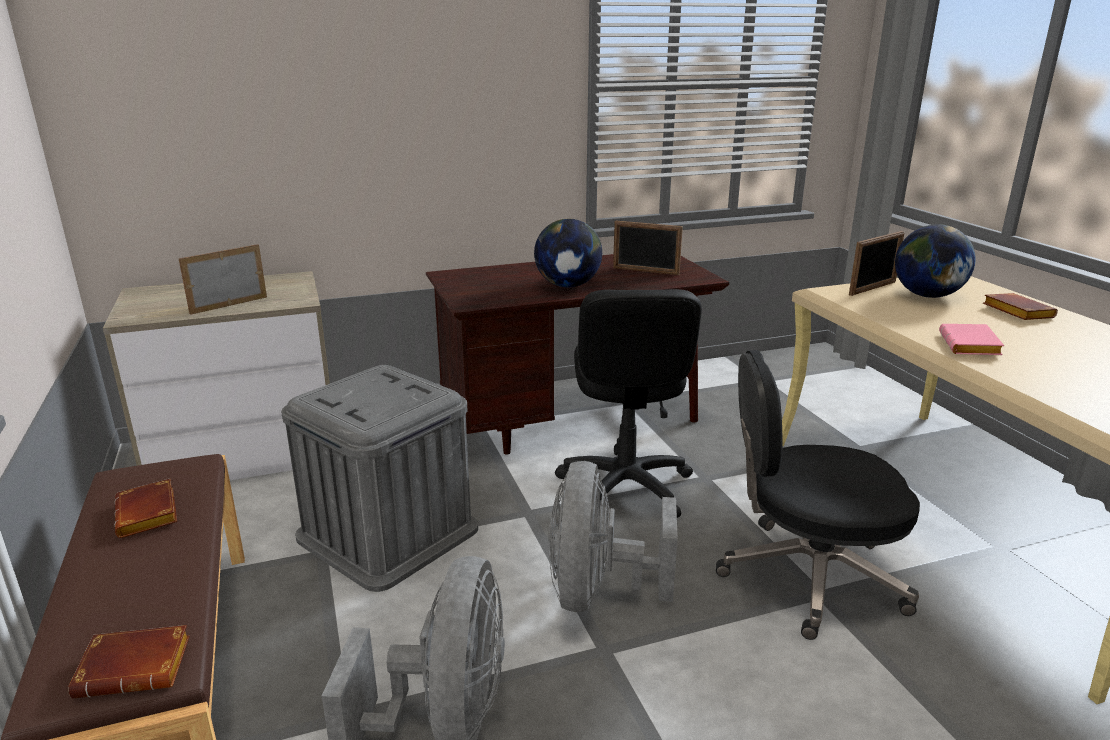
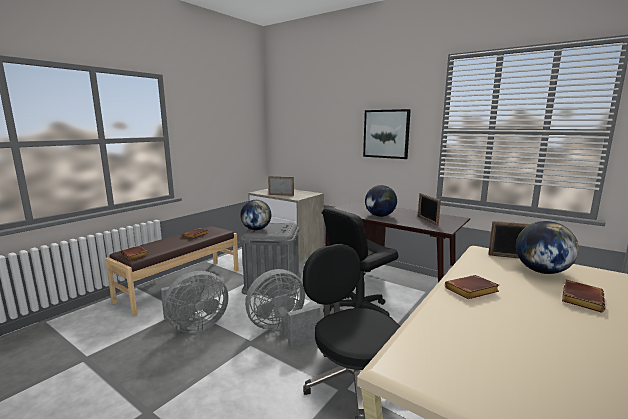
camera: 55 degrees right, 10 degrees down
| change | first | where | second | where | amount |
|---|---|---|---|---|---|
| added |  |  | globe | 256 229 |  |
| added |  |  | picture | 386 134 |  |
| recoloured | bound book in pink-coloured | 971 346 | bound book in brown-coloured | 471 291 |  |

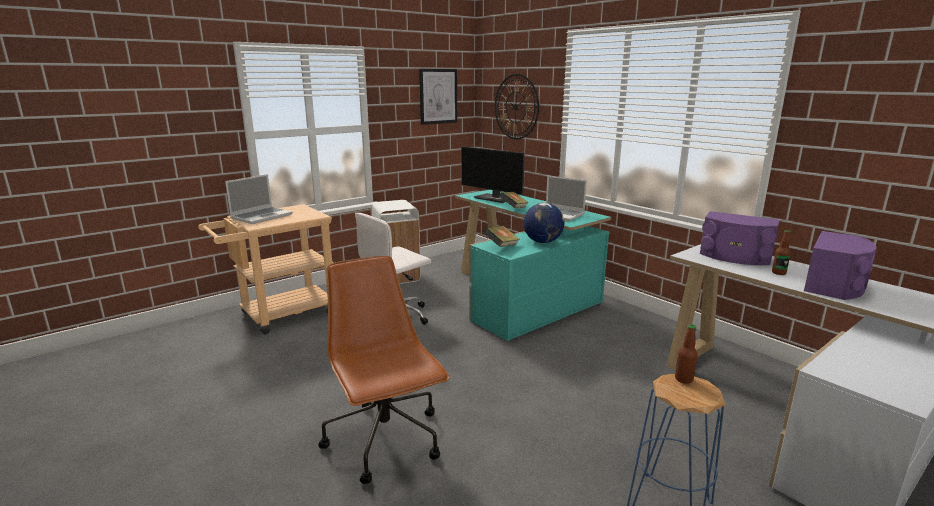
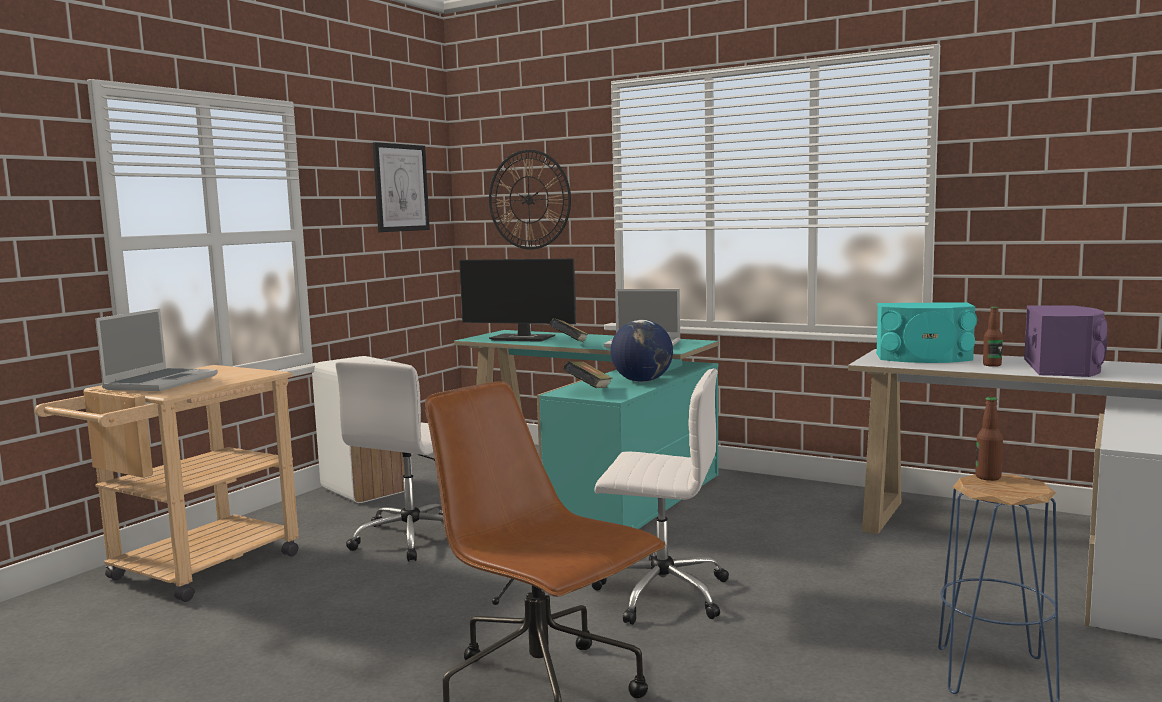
camera: 20 degrees left, 10 degrees down
| change | first | where | second | where | amount |
|---|---|---|---|---|---|
| added |  |  | computer chair in white-coloured | 660 593 |  |
| recoloured | speaker in purple-coloured | 735 256 | speaker in blue-green | 924 358 |  |

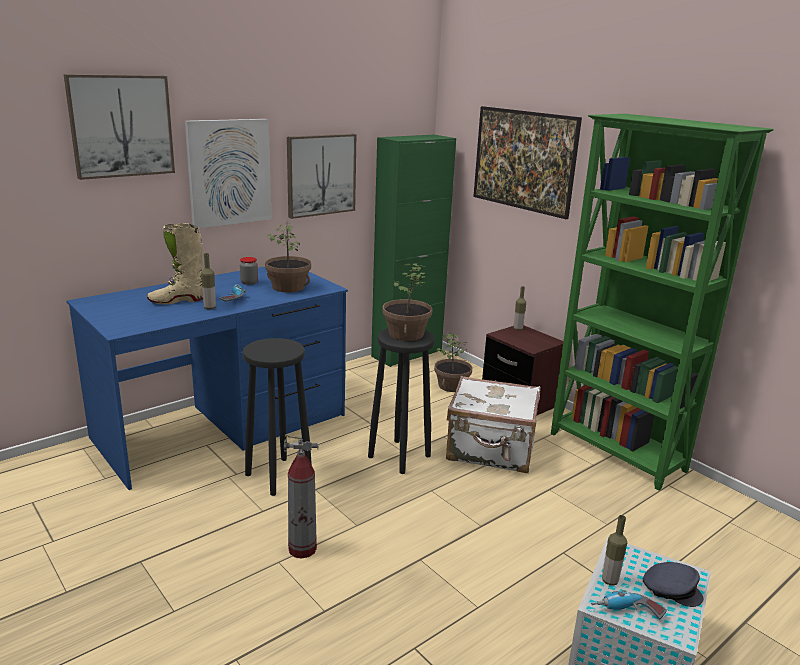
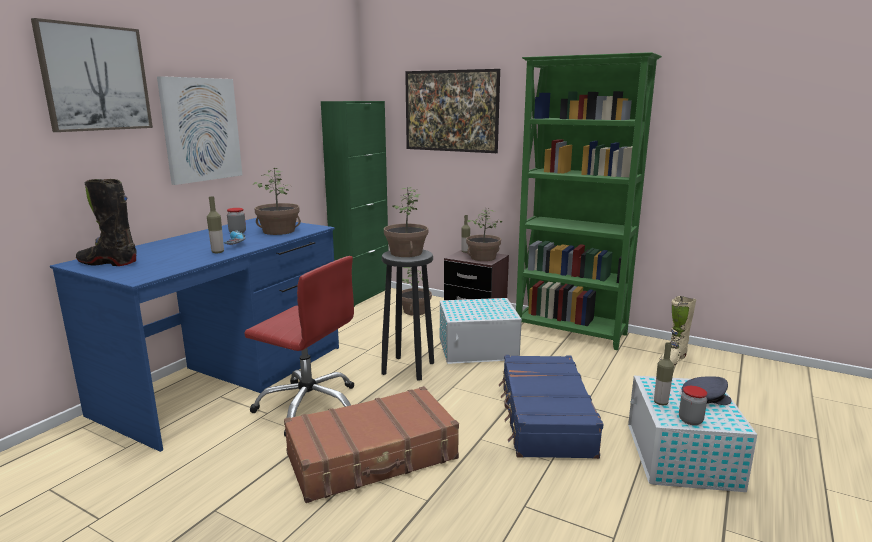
camera: 20 degrees left, 5 degrees down
| change | first | where | second | where | amount |
|---|---|---|---|---|---|
| removed | picture | 321 175 |  |  |  |
| added |  |  | boot in black-coloured | 108 263 |  |
| added |  |  | houseplant | 483 257 |  |
| added |  |  | travel case in blue-coloured | 544 418 |  |
| moved | boot in sand-coloured | 178 300 |  | 672 360 |  |
| replaced | sitting stool in black-coloured | 278 476 | computer chair in reddish | 309 406 |  |
| replaced | fire extinguisher | 302 549 | travel case in brown-coloured | 373 457 |  |
| replaced | travel case in white-coloured | 491 450 | storage box in white-coloured | 479 349 |  |
| replaced | drill | 626 613 | preserve jar | 690 420 |  |

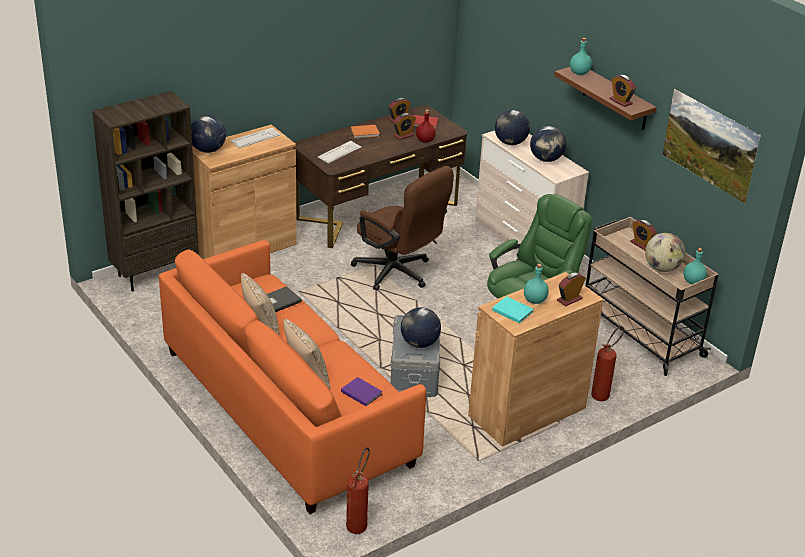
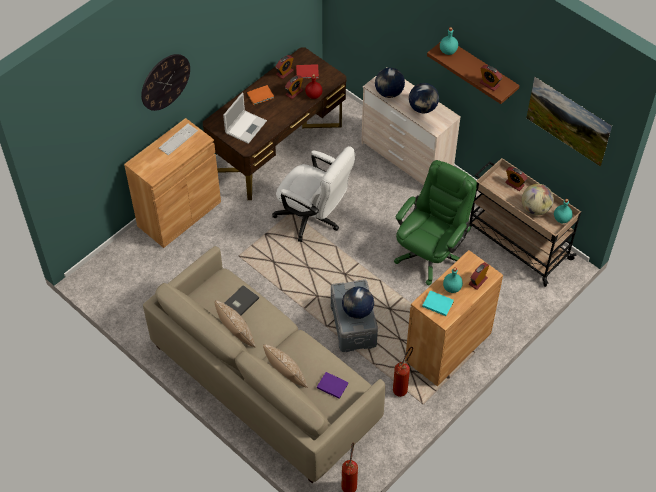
camera: 10 degrees left, 20 degrees up
| change | first | where | second | where | amount |
|---|---|---|---|---|---|
| removed | bookcase in brown-coloured | 155 273 |  |  |  |
| removed | globe | 208 150 |  |  |  |
| added |  |  | hanging clock | 165 82 |  |
| moved | fire extinguisher | 603 393 |  | 402 387 |  |
| replaced | computer keyboard | 339 152 | portable computer | 246 126 |  |
| recoloured | couch in orange | 285 407 | couch in sand-coloured | 264 383 |  |
| recoloured | computer chair in brown-coloured | 398 274 | computer chair in white-coloured | 313 218 |  |

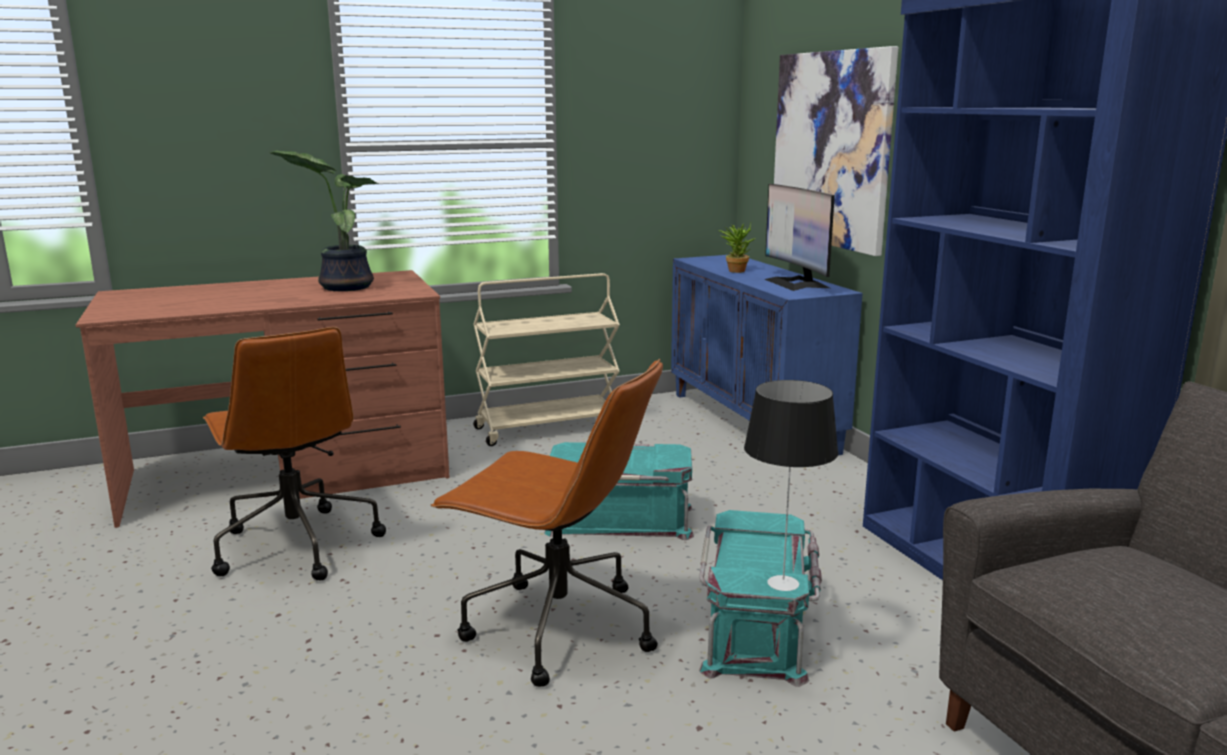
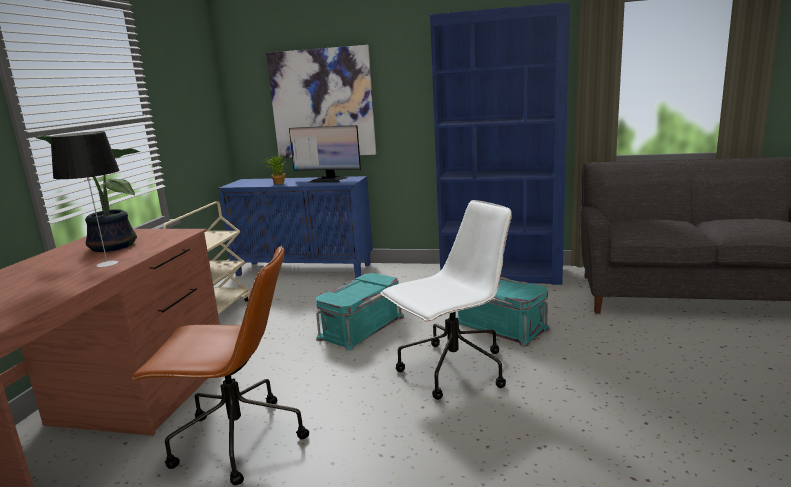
camera: 55 degrees left, 0 degrees up
| change | first | where | second | where | amount |
|---|---|---|---|---|---|
| moved | table lamp | 782 583 |  | 107 264 |  |
| recoloured | computer chair in brown-coloured | 556 628 | computer chair in white-coloured | 452 370 |  |

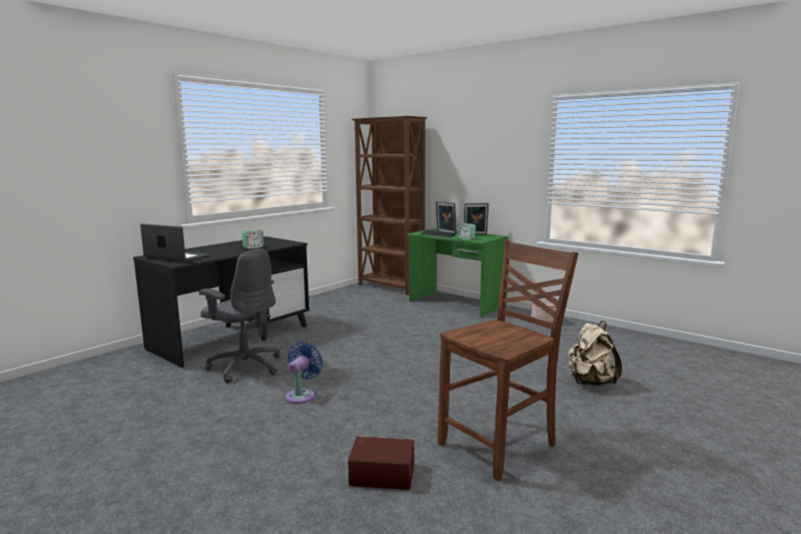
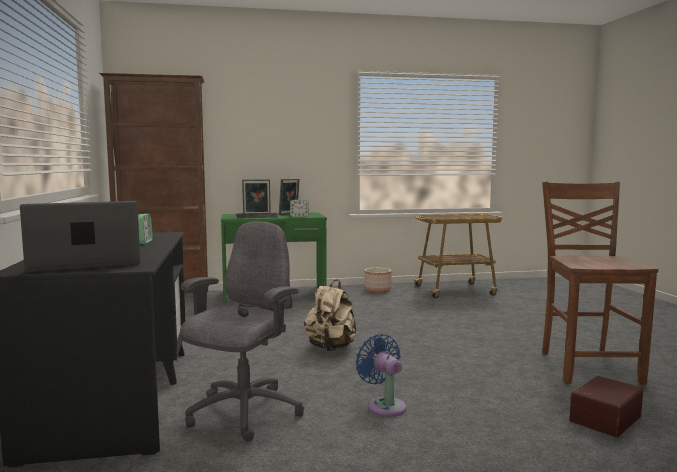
camera: 50 degrees left, 5 degrees down
| change | first | where | second | where | amount |
|---|---|---|---|---|---|
| added |  |  | cart | 456 290 |  |
| moved | backpack in sand-coloured | 590 383 |  | 331 348 |  |
| turned | computer chair in greyish | 245 367 |  | 243 414 | 45 degrees counterclockwise |

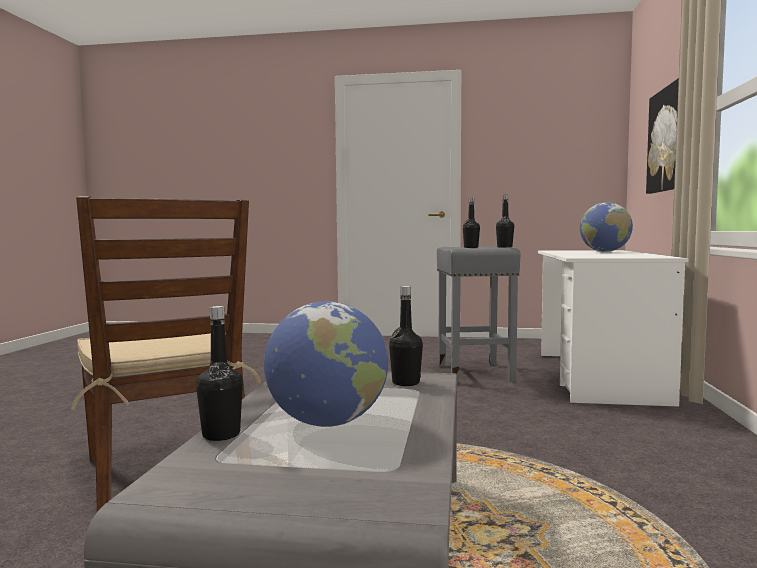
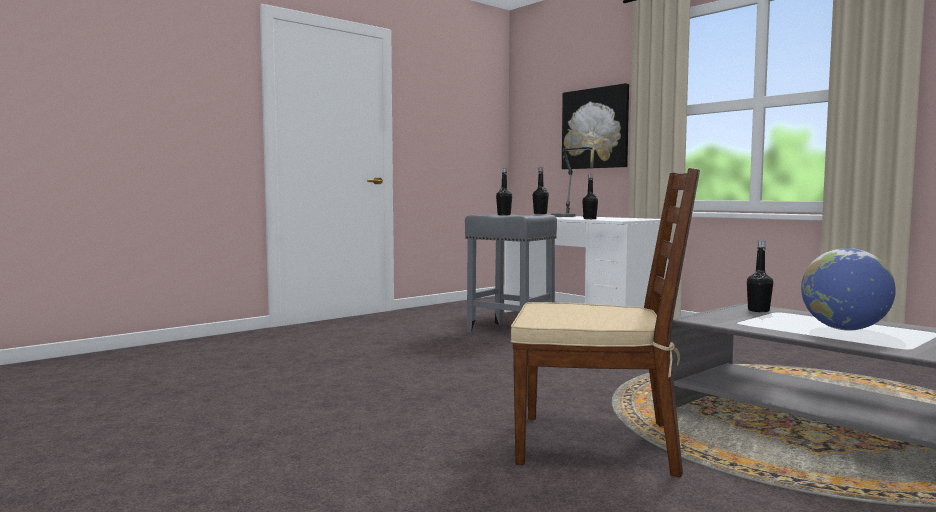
camera: 50 degrees left, 0 degrees up
| change | first | where | second | where | amount |
|---|---|---|---|---|---|
| moved | drink bottle in black-coloured | 221 435 |  | 589 219 |  |
| replaced | globe | 605 252 | table lamp | 568 216 |  |

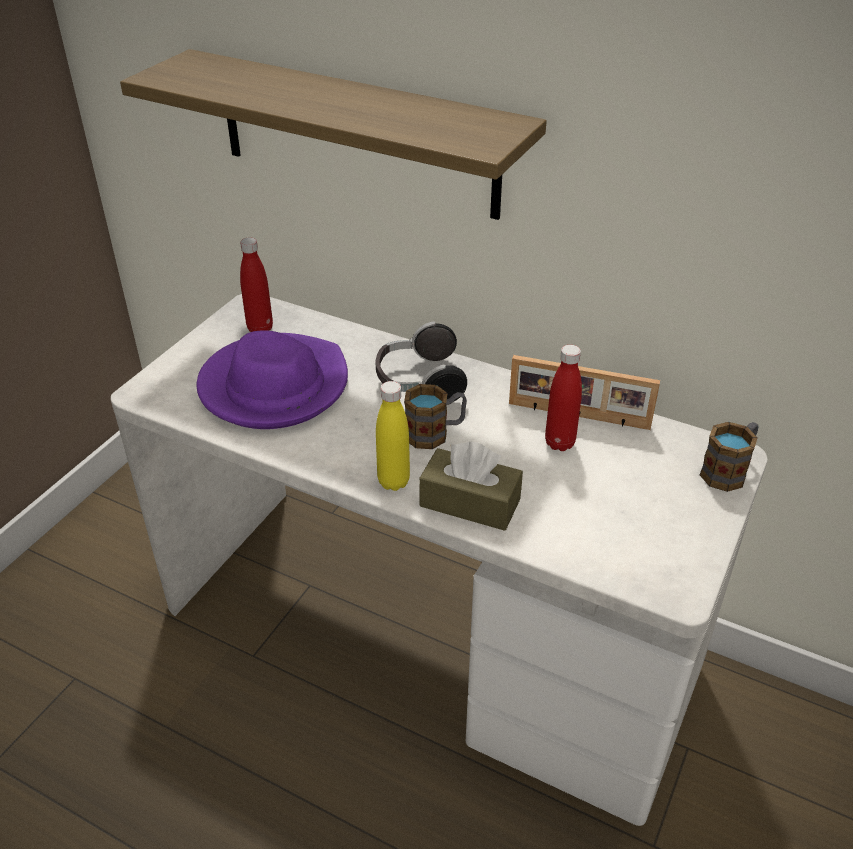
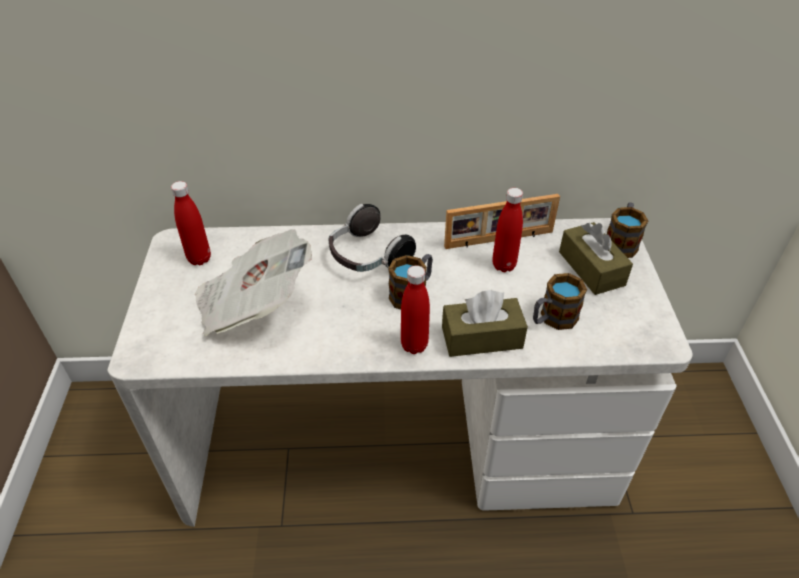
camera: 30 degrees left, 5 degrees up
| change | first | where | second | where | amount |
|---|---|---|---|---|---|
| removed | bracket shelf | 356 134 |  |  |  |
| added |  |  | mug | 552 319 |  |
| added |  |  | box of tissues in brown-coloured | 591 268 |  |
| replaced | wearable hat in purple-coloured | 274 386 | daily paper | 253 305 |  |
| recoloured | drink bottle in yellow | 393 481 | drink bottle in reddish | 414 345 |  |

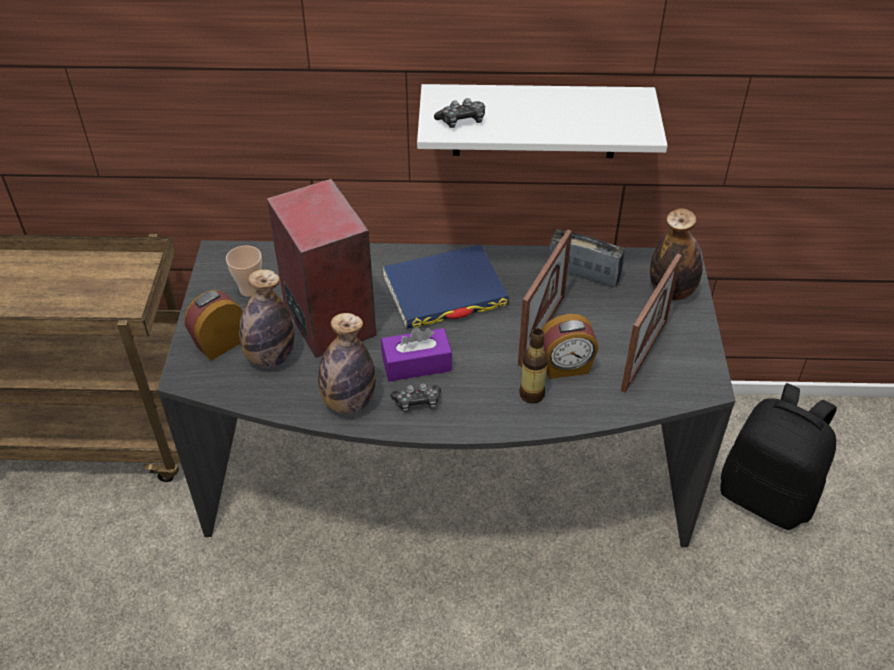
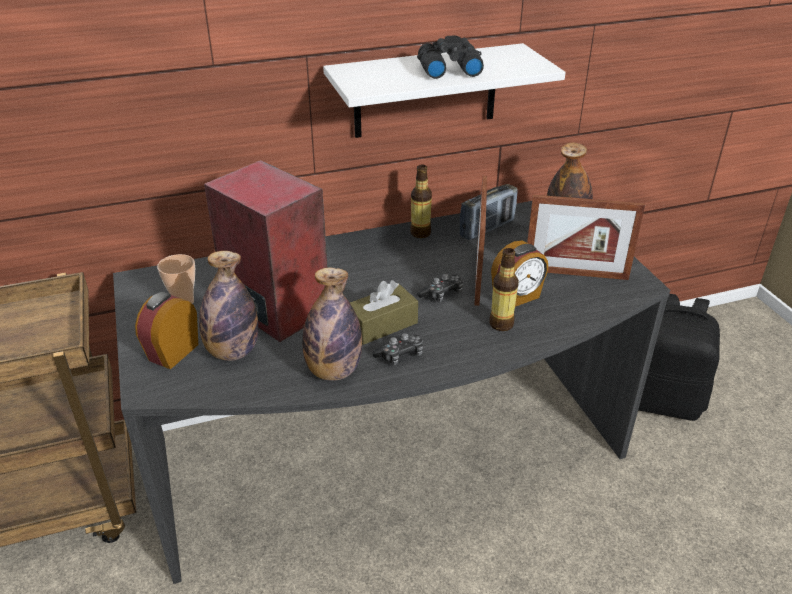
camera: 20 degrees left, 10 degrees down
| change | first | where | second | where | amount |
|---|---|---|---|---|---|
| removed | bound book in blue-coloured | 445 291 |  |  |  |
| added |  |  | drink bottle | 420 233 |  |
| added |  |  | field glasses in black-coloured | 447 69 |  |
| moved | game controller | 462 121 |  | 442 294 |  |
| recoloured | box of tissues in purple-coloured | 416 364 | box of tissues in brown-coloured | 382 325 |  |
| turned | radio set | 583 274 |  | 487 229 | 135 degrees clockwise |
| turned | picture frame | 644 354 |  | 575 274 | 90 degrees clockwise |

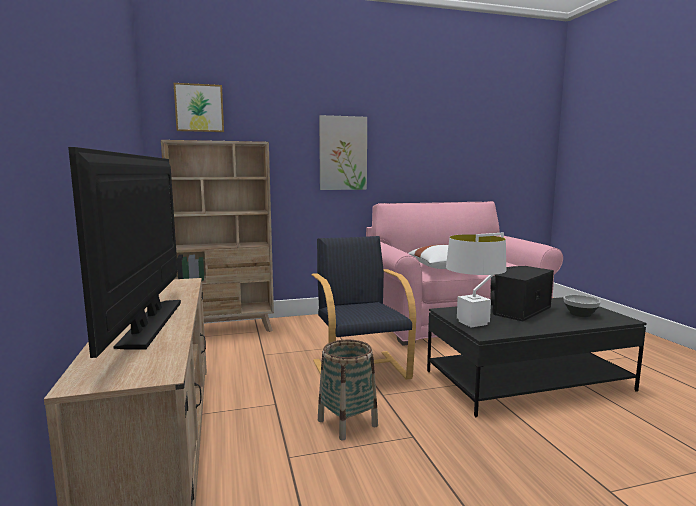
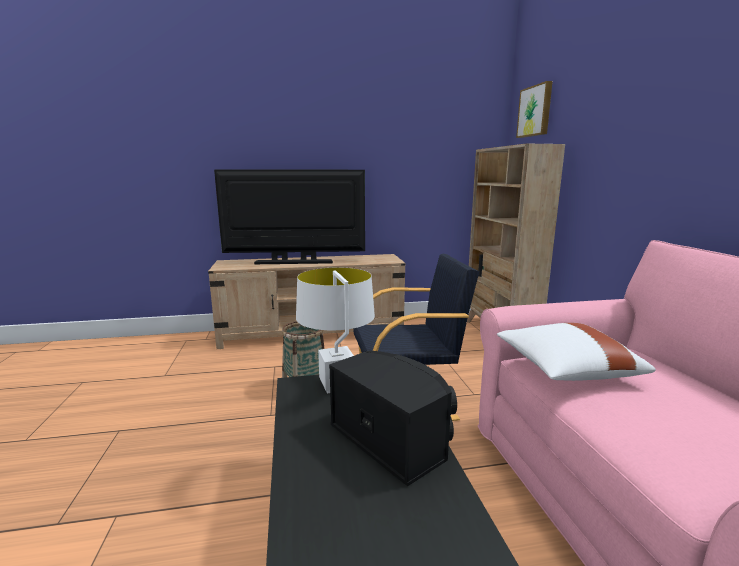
camera: 95 degrees right, 5 degrees up
| change | first | where | second | where | amount |
|---|---|---|---|---|---|
| removed | picture | 342 153 |  |  |  |
| removed | deep dish | 579 314 |  |  |  |

